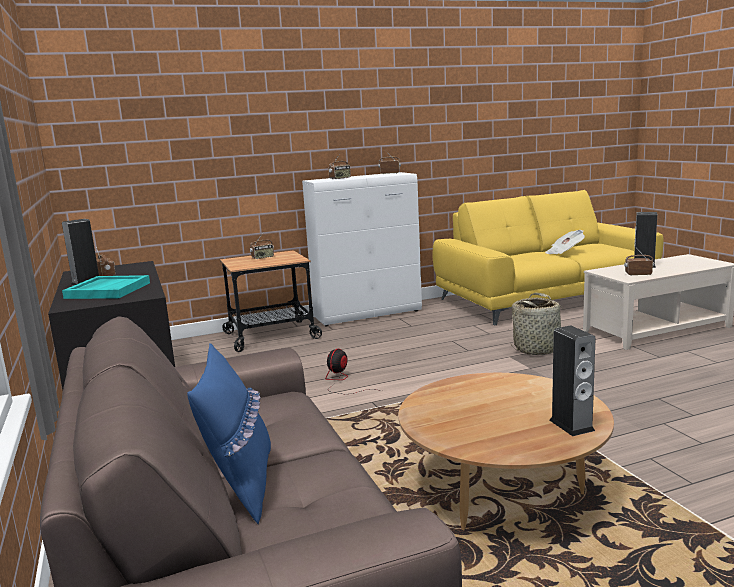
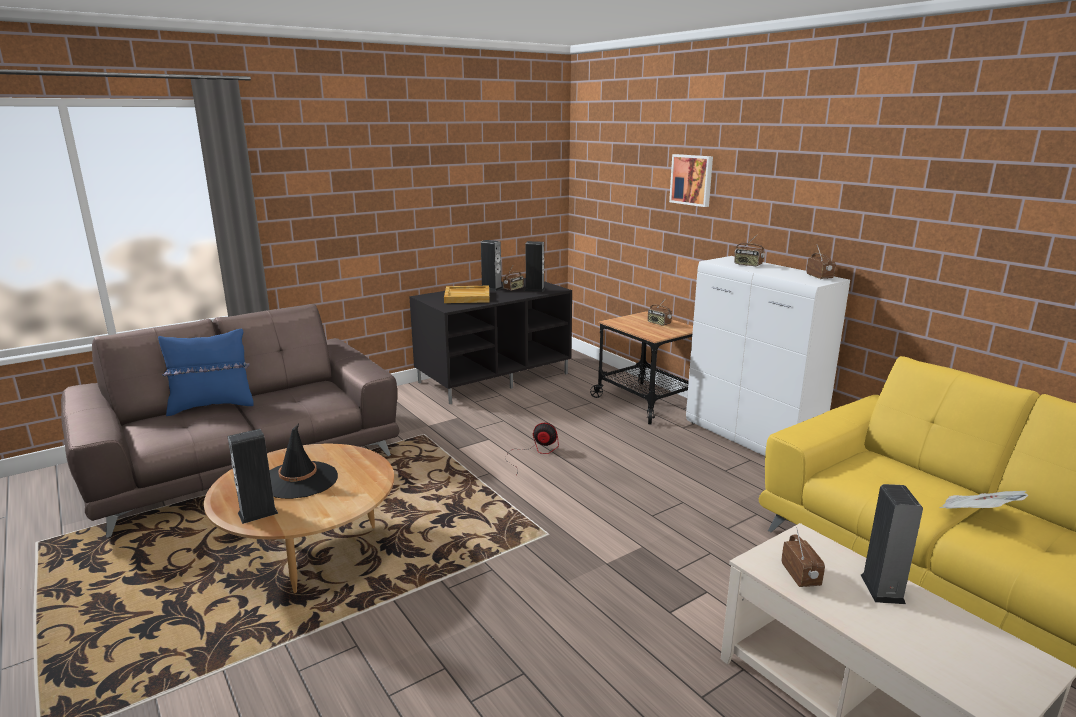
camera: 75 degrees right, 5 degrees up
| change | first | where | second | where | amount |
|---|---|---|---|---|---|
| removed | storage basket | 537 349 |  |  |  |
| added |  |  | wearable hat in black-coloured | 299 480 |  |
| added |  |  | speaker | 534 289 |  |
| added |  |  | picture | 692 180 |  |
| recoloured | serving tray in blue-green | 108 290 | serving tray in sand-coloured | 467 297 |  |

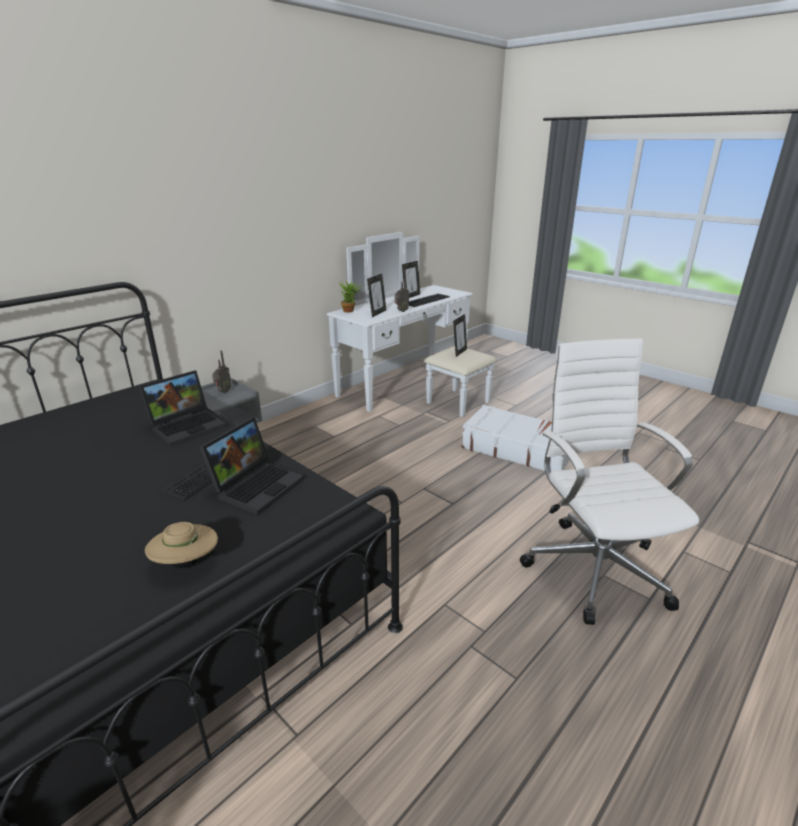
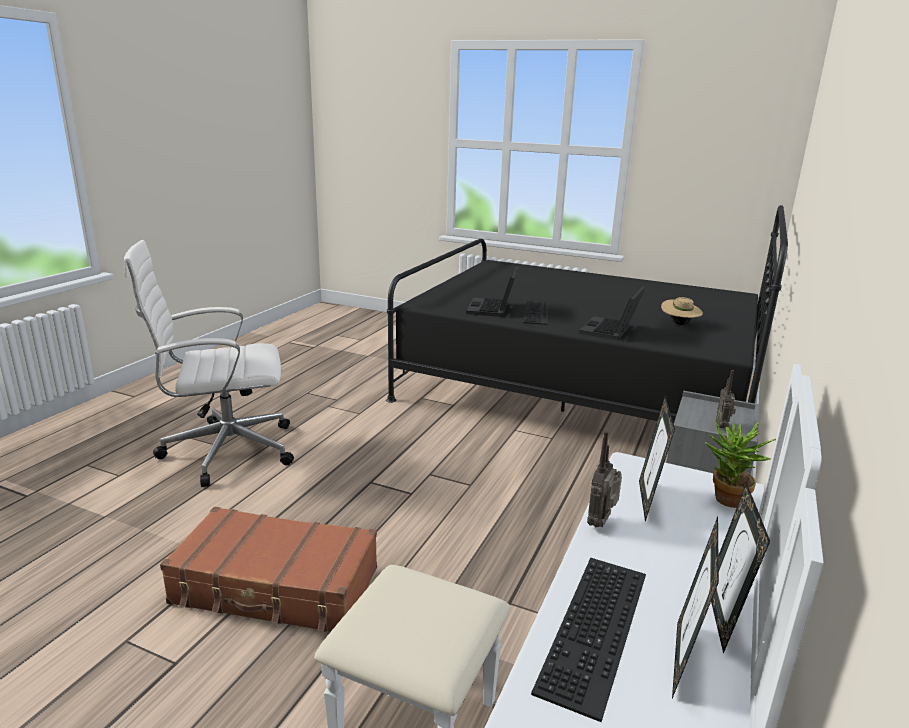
camera: 160 degrees right, 5 degrees down
| change | first | where | second | where | amount |
|---|---|---|---|---|---|
| moved | wearable hat in sand-coloured | 186 563 |  | 679 324 |  |
| moved | picture frame | 459 352 |  | 723 618 |  |
| recoloured | travel case in white-coloured | 518 449 | travel case in brown-coloured | 276 587 |  |
| turned | computer chair in white-coloured | 594 566 |  | 225 450 | 105 degrees clockwise |

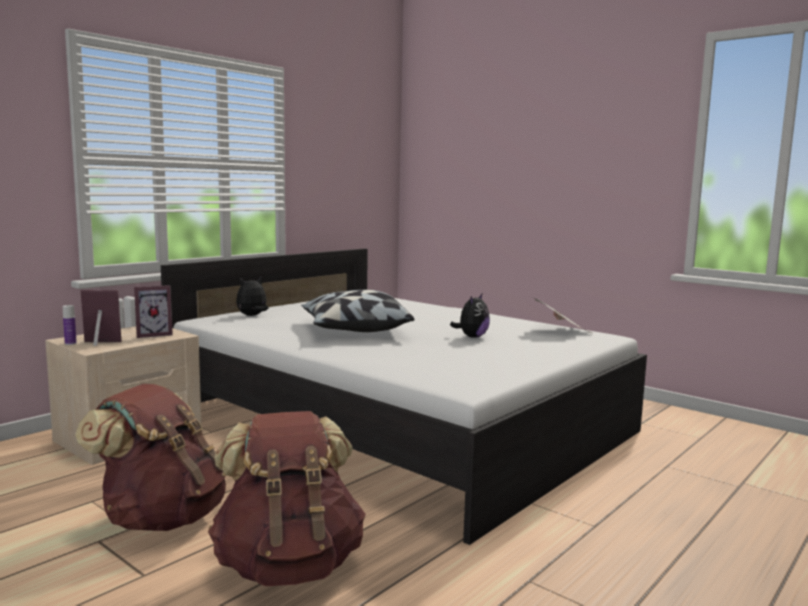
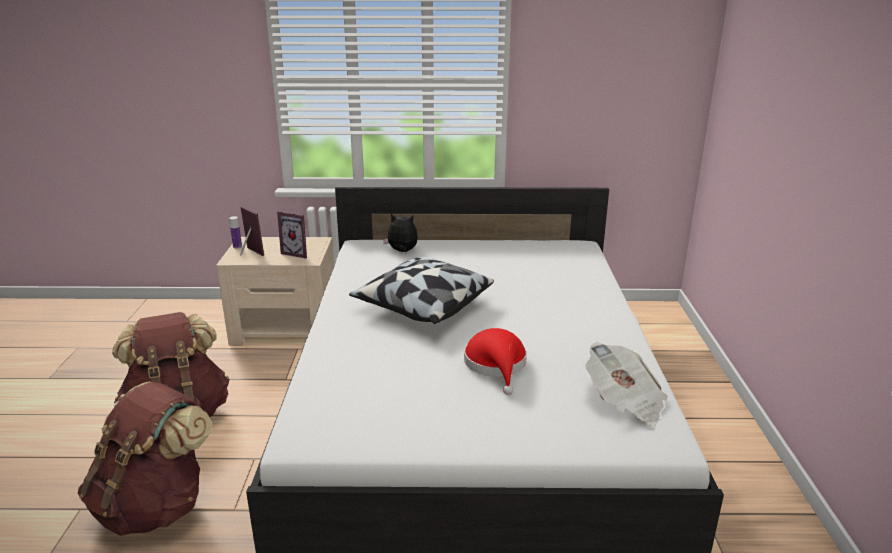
camera: 50 degrees right, 15 degrees up
| change | first | where | second | where | amount |
|---|---|---|---|---|---|
| replaced | cuddly toy | 472 337 | wearable hat in reddish | 496 365 |  |

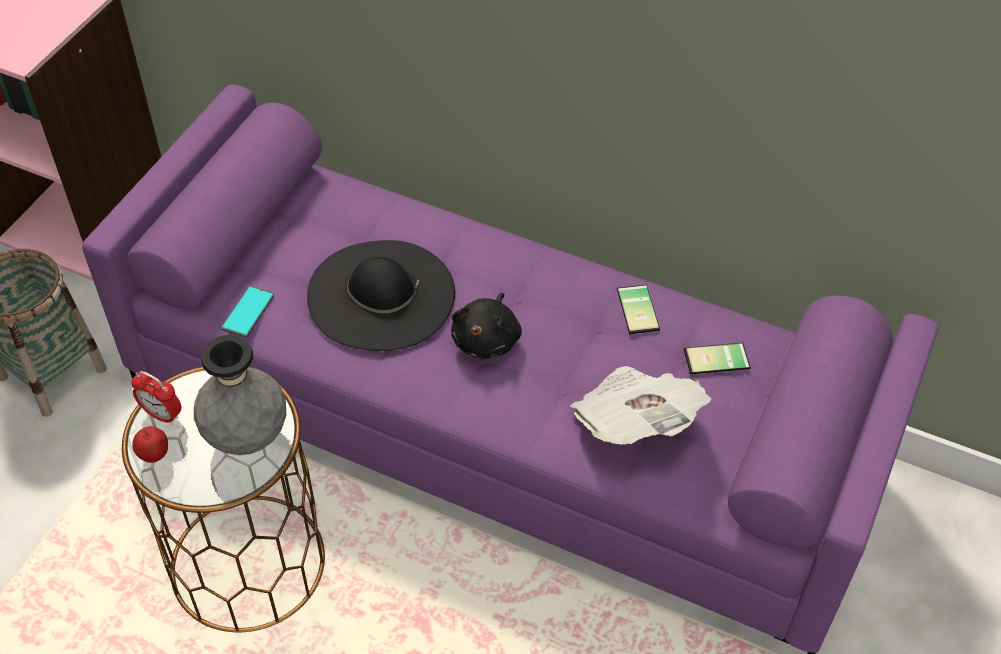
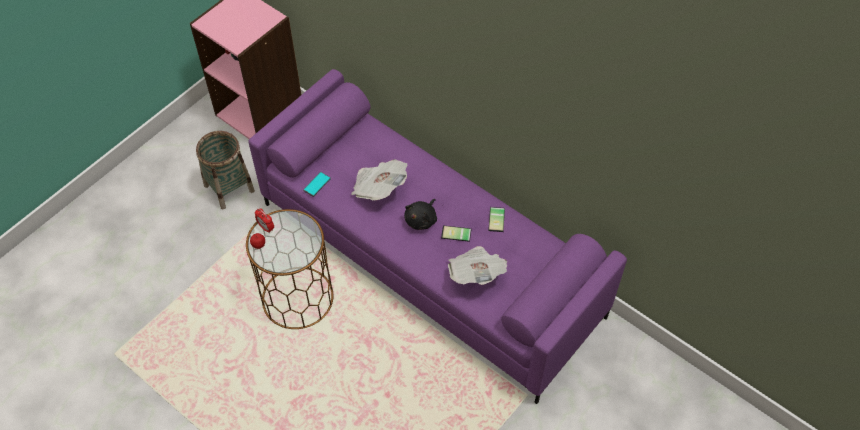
camera: 15 degrees right, 5 degrees up
| change | first | where | second | where | amount |
|---|---|---|---|---|---|
| removed | vase in greyish | 247 436 |  |  |  |
| moved | phone | 717 361 |  | 456 235 |  |
| replaced | wearable hat in black-coloured | 381 295 | daily paper | 379 188 |  |

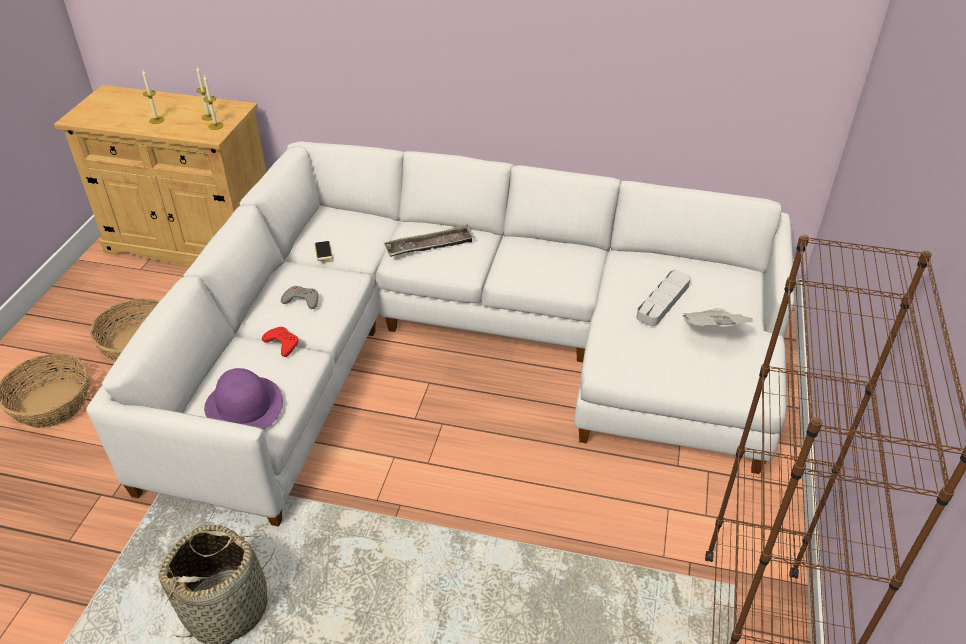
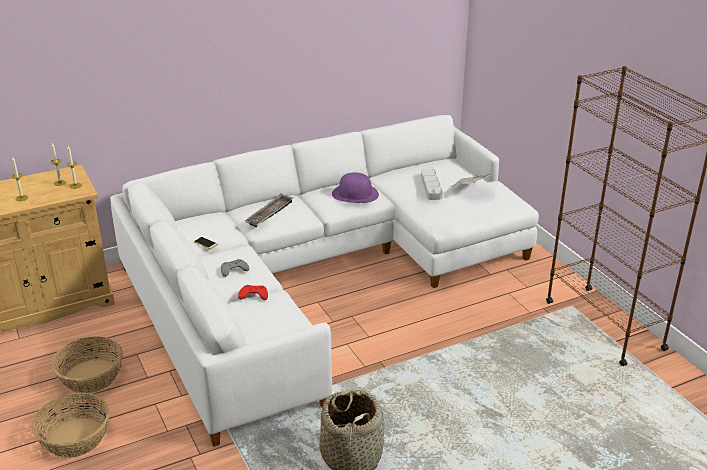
camera: 40 degrees left, 10 degrees down
| change | first | where | second | where | amount |
|---|---|---|---|---|---|
| moved | wearable hat in purple-coloured | 244 405 |  | 355 194 |  |

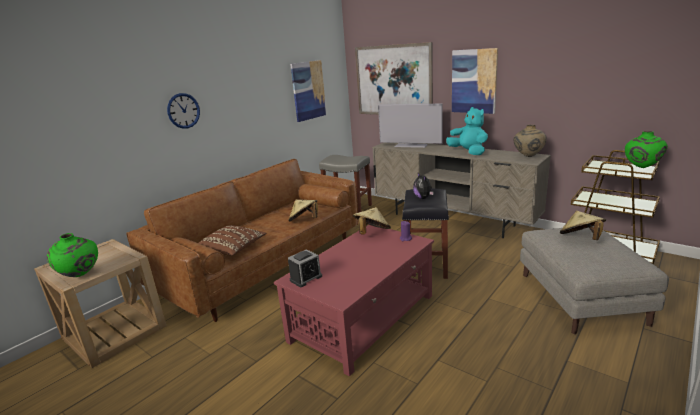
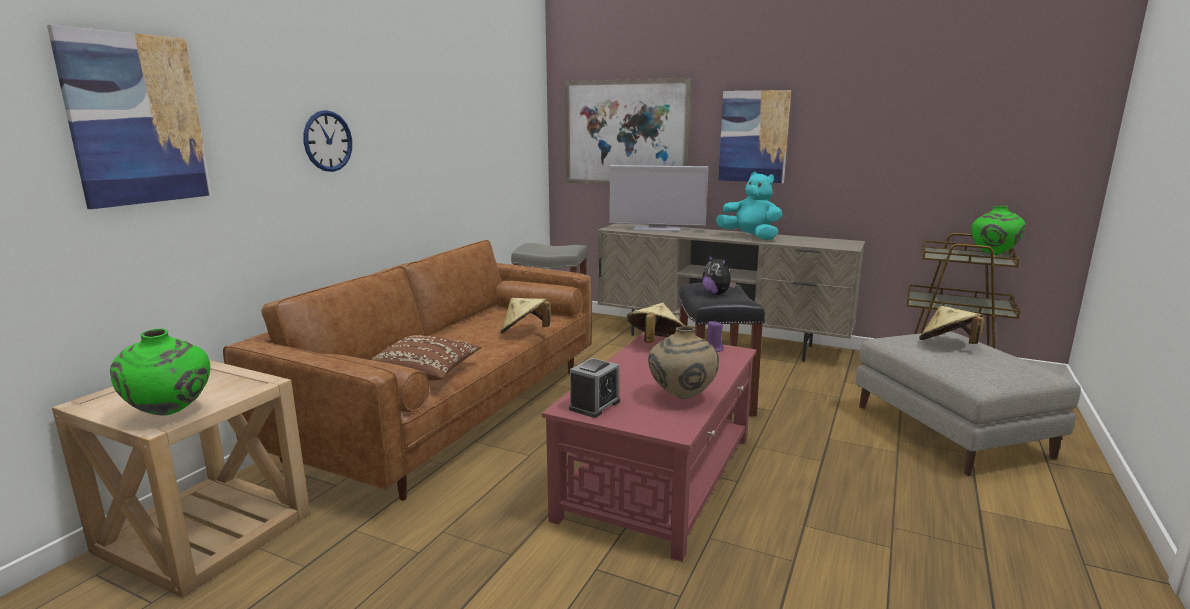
camera: 15 degrees left, 5 degrees down
| change | first | where | second | where | amount |
|---|---|---|---|---|---|
| moved | picture | 308 90 |  | 136 119 |  |
| moved | vase in sand-coloured | 528 156 |  | 681 397 |  |

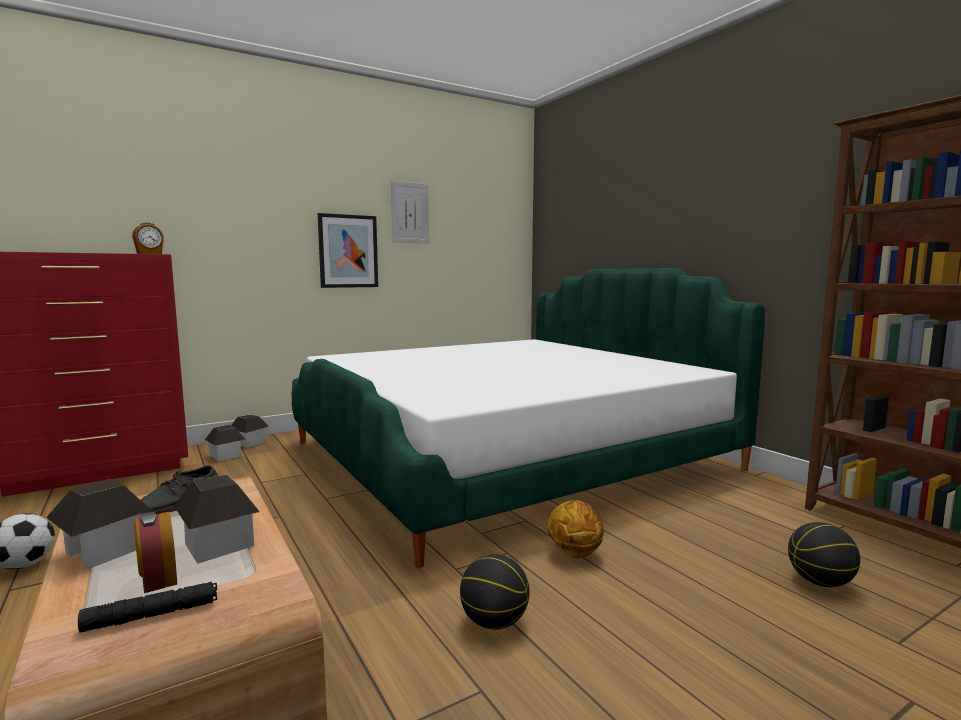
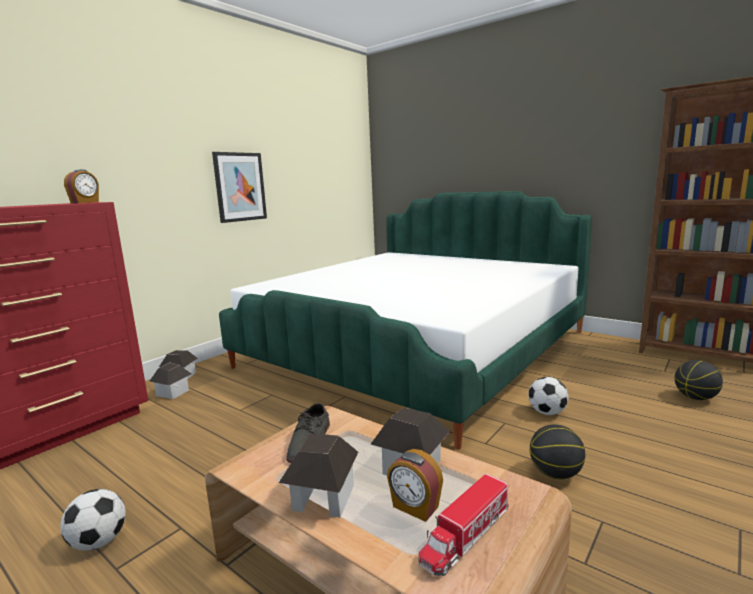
camera: 20 degrees left, 5 degrees up
| change | first | where | second | where | amount |
|---|---|---|---|---|---|
| removed | picture | 410 213 |  |  |  |
| replaced | hand torch in black-coloured | 152 615 | toy truck | 465 536 |  |
| replaced | basketball | 574 553 | ball for football | 547 412 |  |

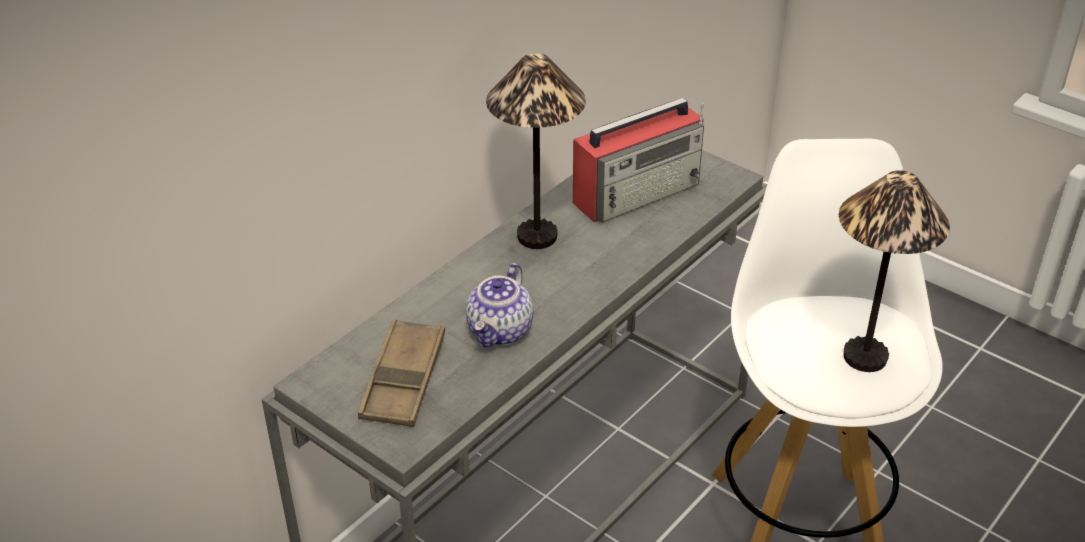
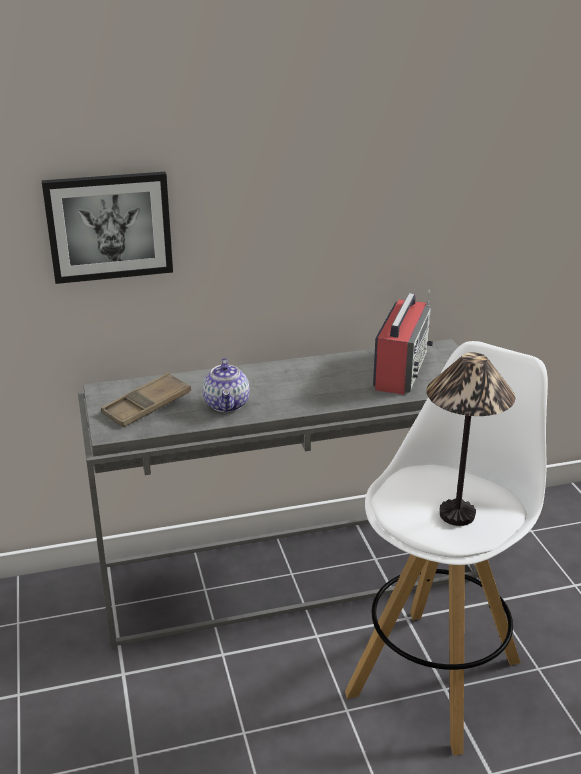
camera: 35 degrees right, 10 degrees down
| change | first | where | second | where | amount |
|---|---|---|---|---|---|
| removed | table lamp | 537 236 |  |  |  |
| added |  |  | picture | 109 226 |  |
| turned | pot for tea | 501 331 |  | 227 404 | 60 degrees counterclockwise |
| turned | radio set | 638 192 |  | 401 370 | 75 degrees counterclockwise |

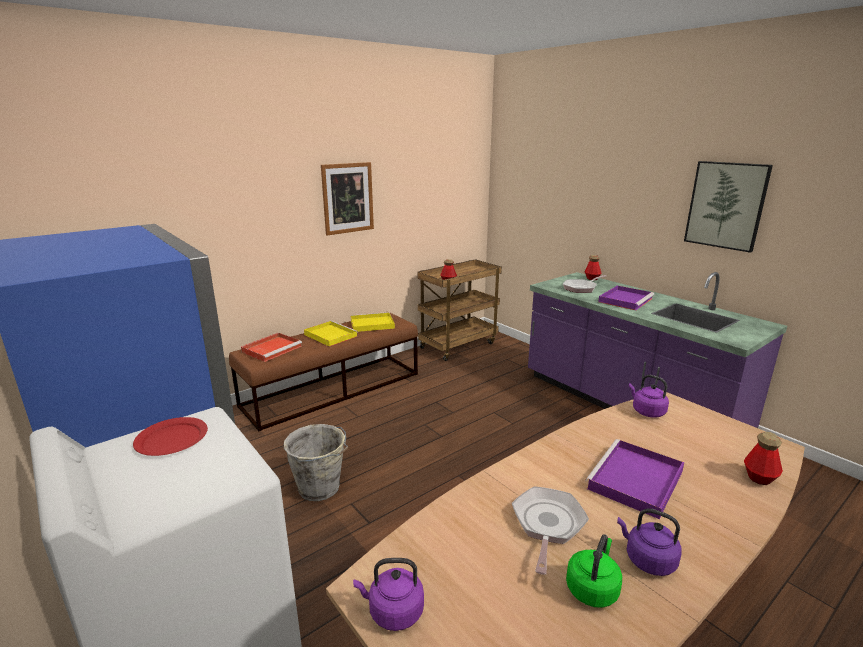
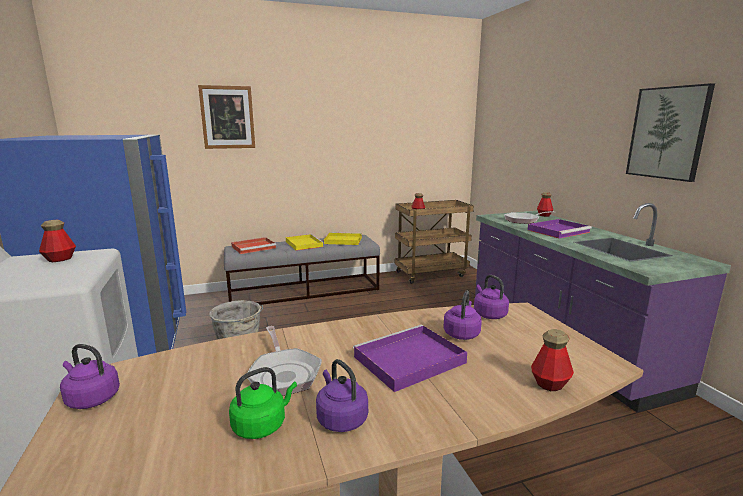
camera: 20 degrees right, 5 degrees down
| change | first | where | second | where | amount |
|---|---|---|---|---|---|
| added |  |  | water kettle in purple-coloured | 462 333 |  |
| moved | picture | 347 198 |  | 227 117 |  |
| replaced | flat dish in reddish | 172 439 | drink bottle | 60 259 |  |
| recoloured | bench in brown-coloured | 333 389 | bench in greyish | 304 290 |  |
| turned | frying pan | 547 525 |  | 284 373 | 120 degrees clockwise |

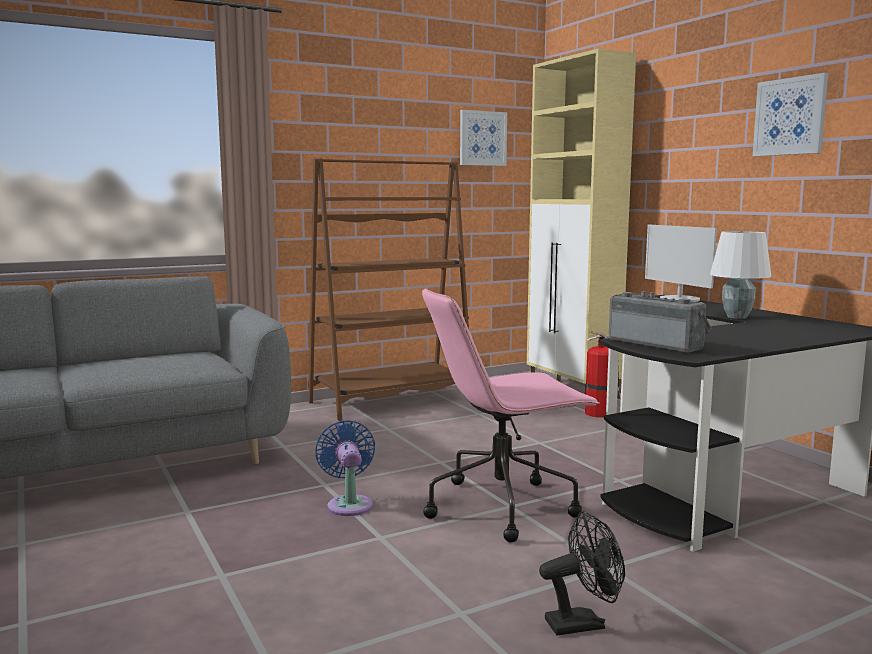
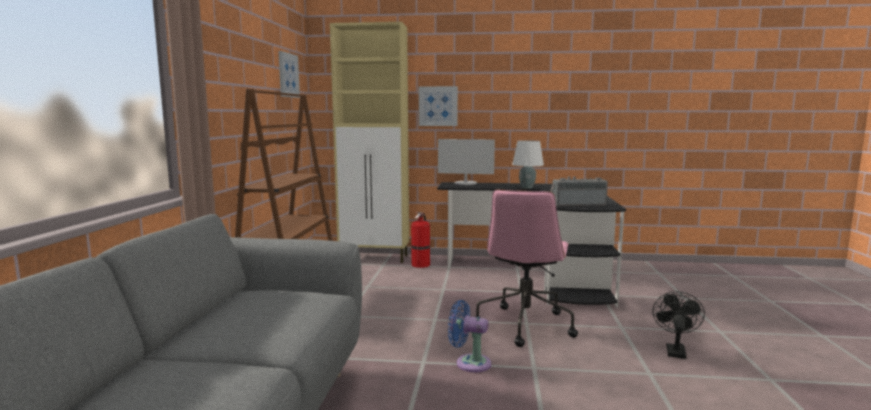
camera: 55 degrees left, 0 degrees up
| change | first | where | second | where | amount |
|---|---|---|---|---|---|
| moved | picture | 790 116 |  | 438 106 |  |

